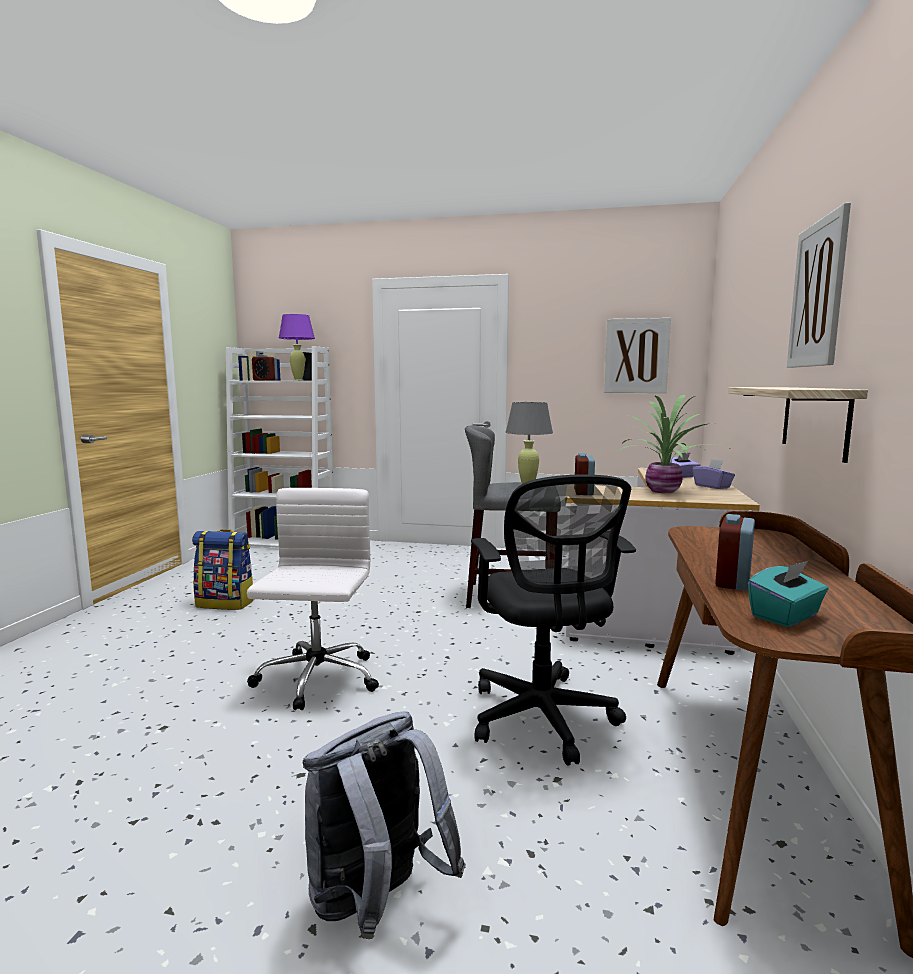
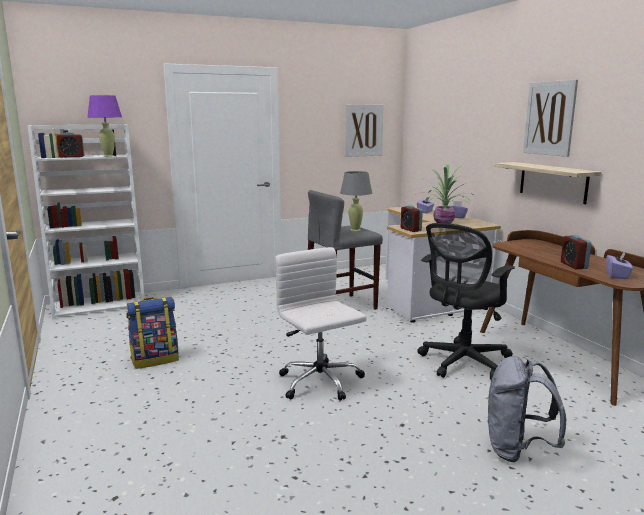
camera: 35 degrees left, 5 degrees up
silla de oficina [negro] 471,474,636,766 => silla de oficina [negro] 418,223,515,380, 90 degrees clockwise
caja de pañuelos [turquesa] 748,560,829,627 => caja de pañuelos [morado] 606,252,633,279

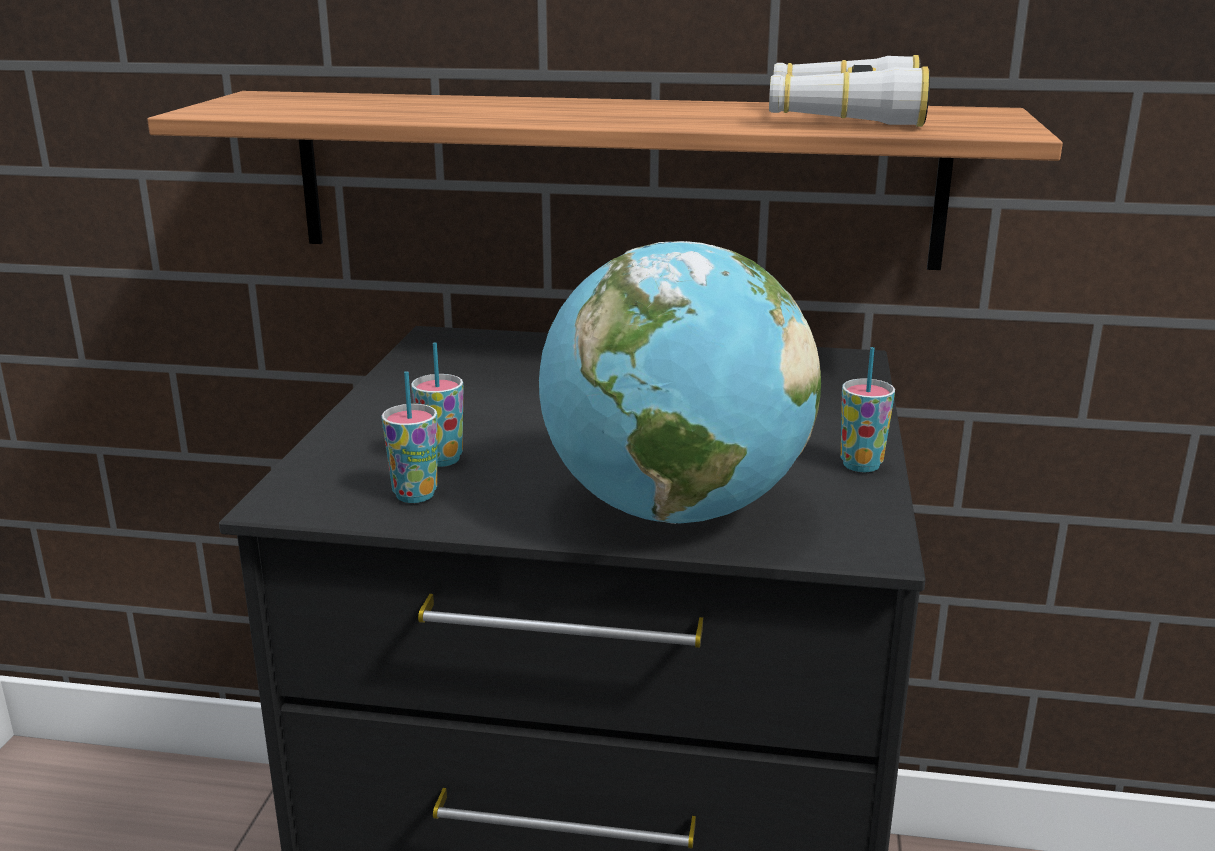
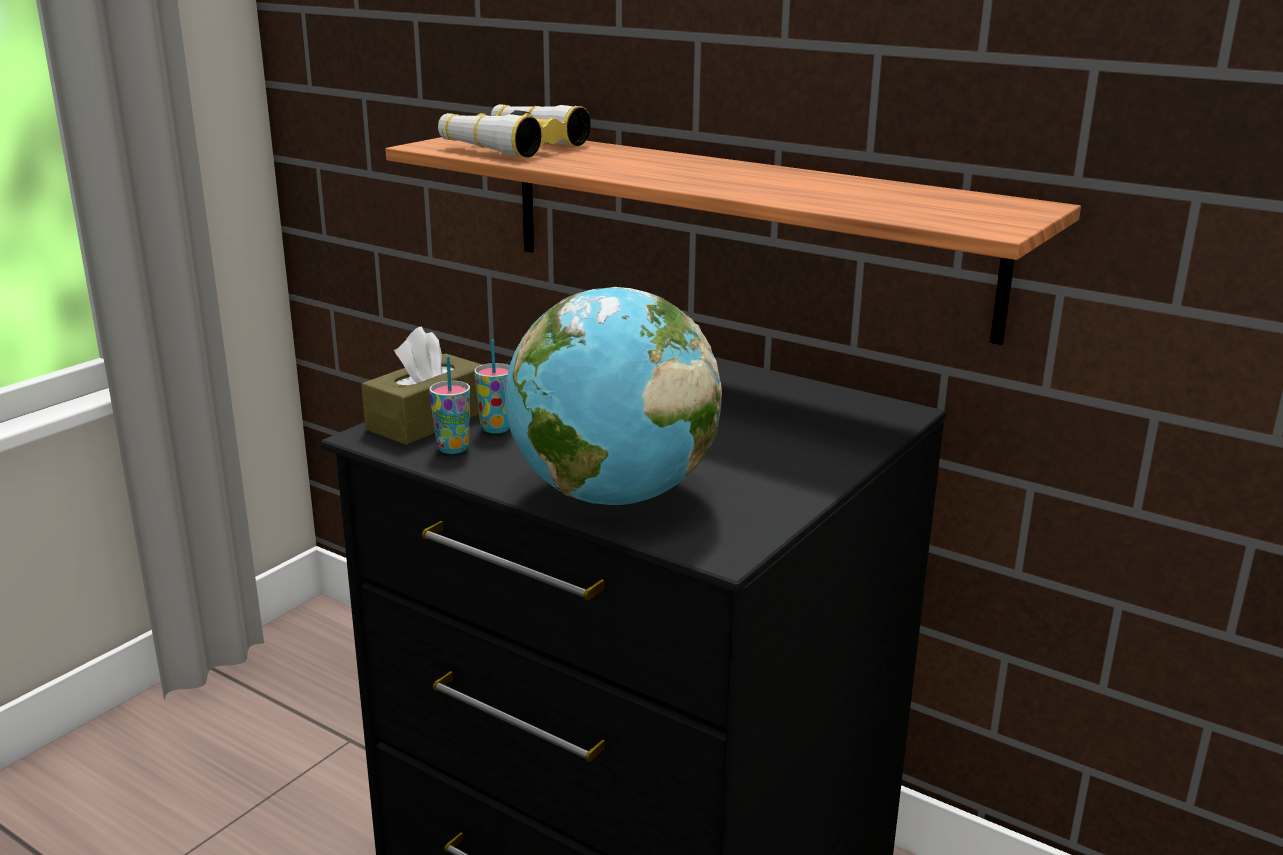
camera: 25 degrees right, 0 degrees up
prismáticos 769,55,930,127 => prismáticos 438,104,591,158, move
taza 841,347,895,472 => nothing
nothing => caja de pañuelos [marrón] 361,327,483,445

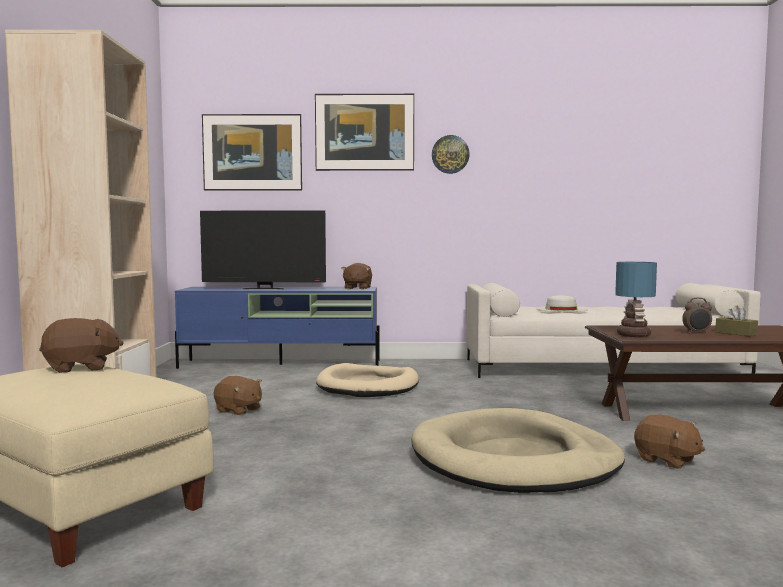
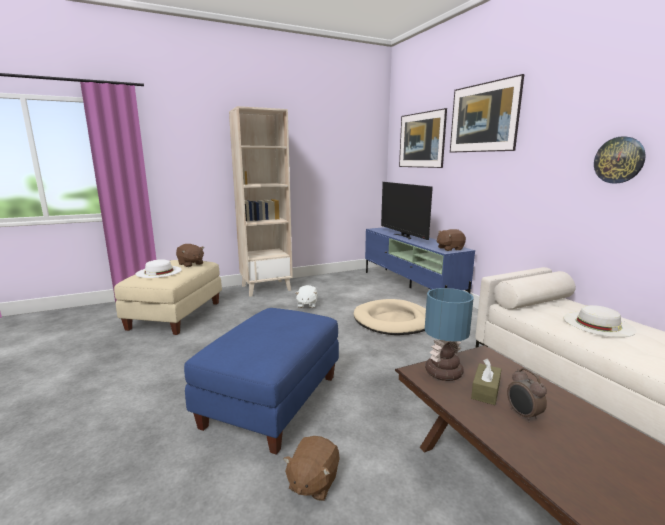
camera: 65 degrees right, 10 degrees up
peluche [marrón] 214,376,262,415 => peluche [blanco] 295,285,318,308
cama para perro [beis] 411,408,625,493 => puf [azul] 184,308,339,455
reloj de pared 432,135,470,174 => reloj de pared 594,136,646,184, move
caja de pañuelos [marrón] 715,306,758,337 => caja de pañuelos [marrón] 471,358,502,405, move
nothing => sombrero [blanco] 136,259,182,278

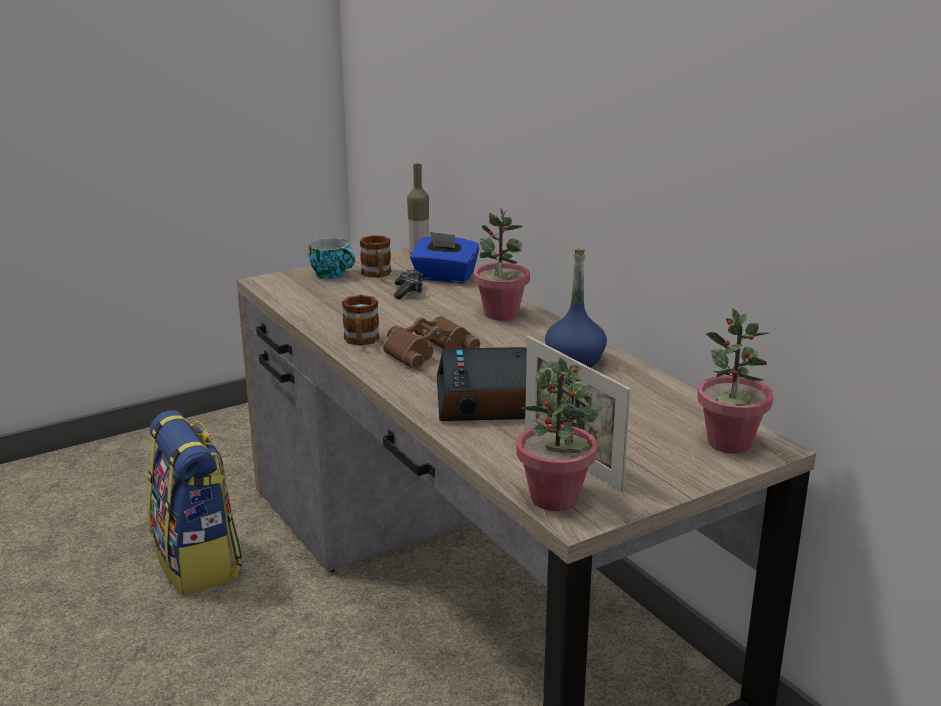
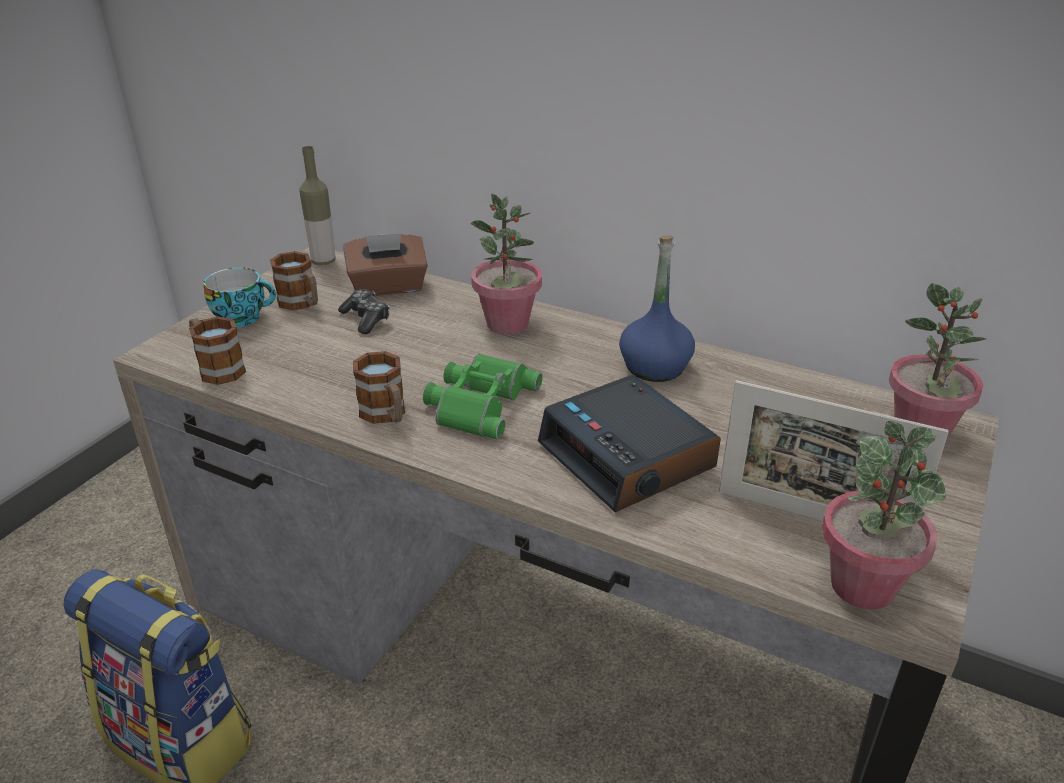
camera: 30 degrees left, 10 degrees up
prismáticos [marrón] 383,316,480,369 => prismáticos [verde] 423,353,543,440
caja de pañuelos [azul] 410,232,480,283 => caja de pañuelos [marrón] 343,234,428,296
nothing => taza grande 189,316,246,385

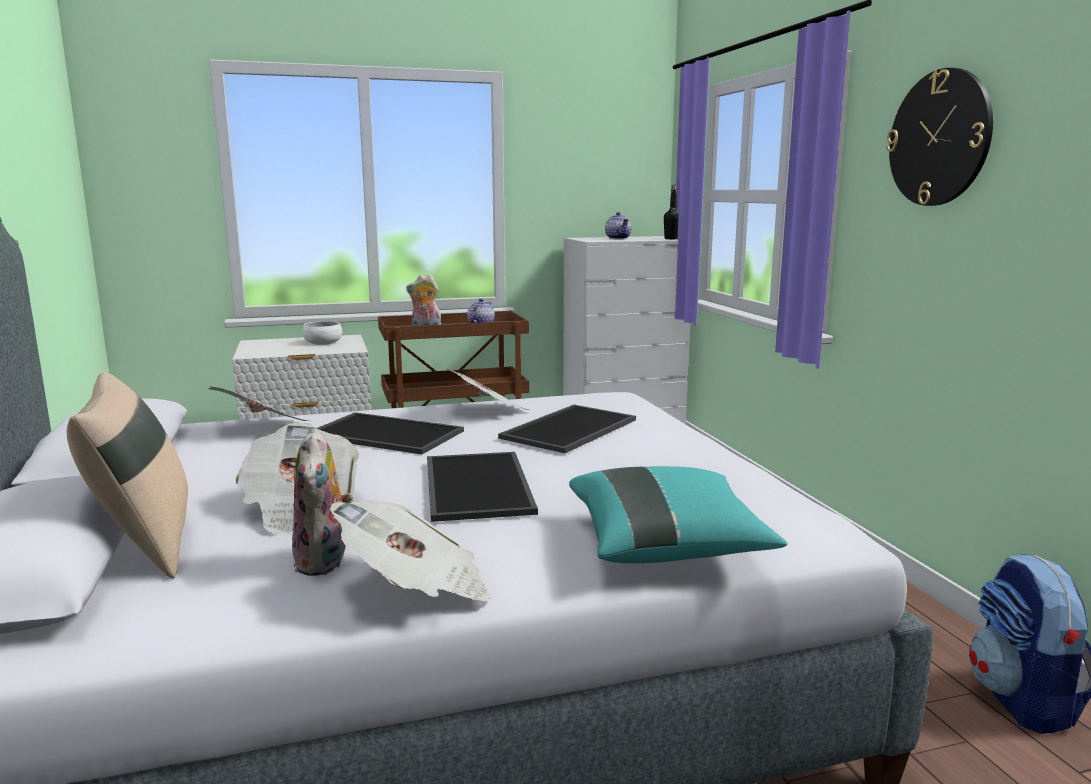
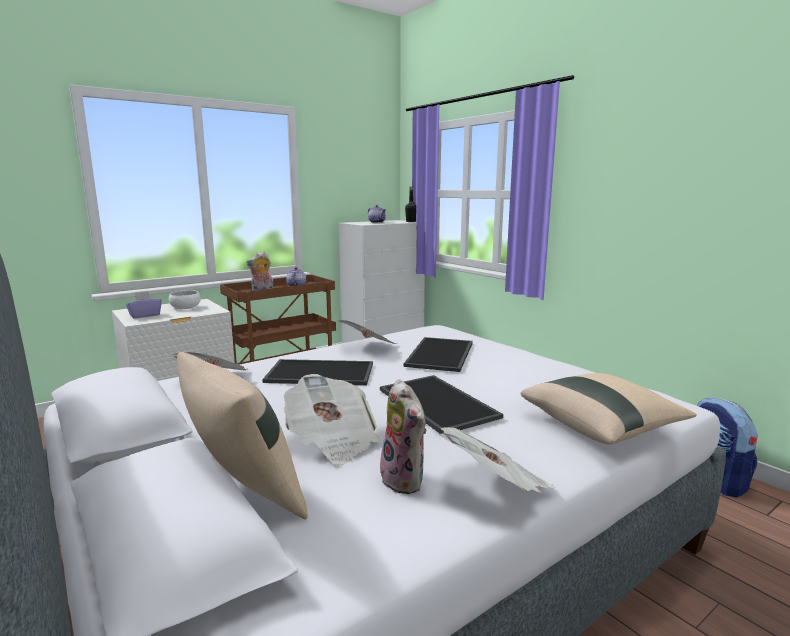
camera: 20 degrees left, 0 degrees up
cojín [turquesa] 569,466,788,563 => cojín [beis] 521,373,697,444
reloj de pared 886,68,993,206 => nothing
nothing => caja de pañuelos [morado] 125,291,162,318

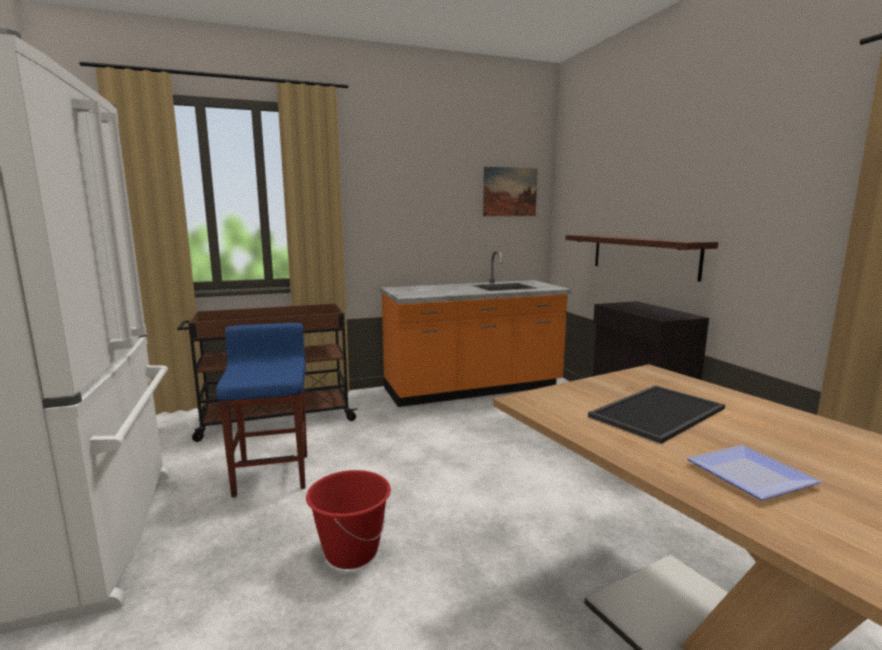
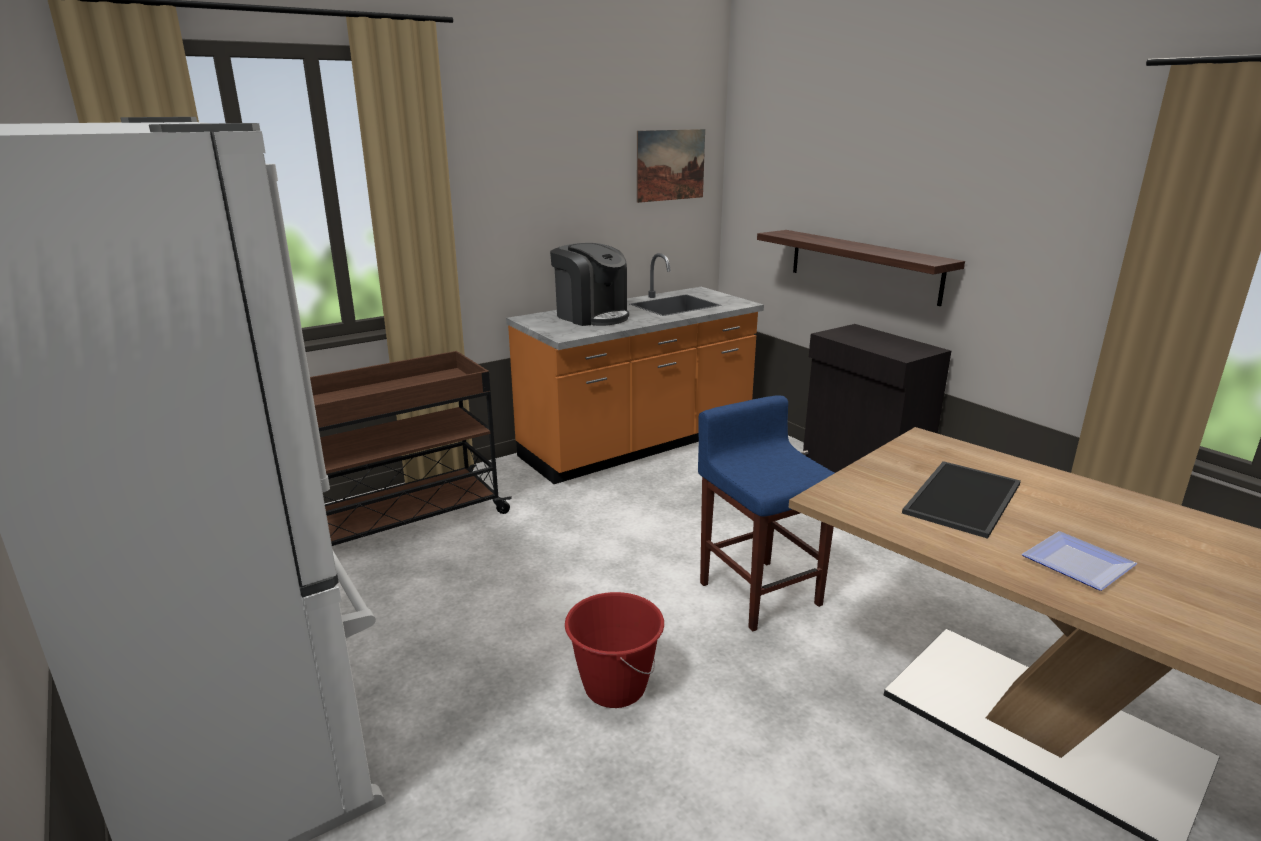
camera: 15 degrees left, 10 degrees up
taburete [azul] 216,323,307,498 => taburete [azul] 698,395,834,631, move
nothing => cafetera 550,243,629,326

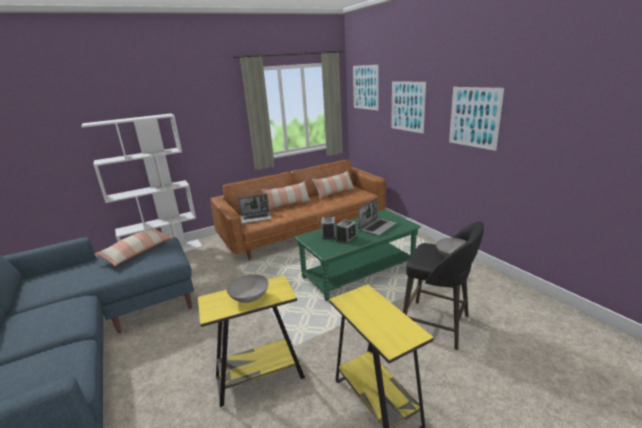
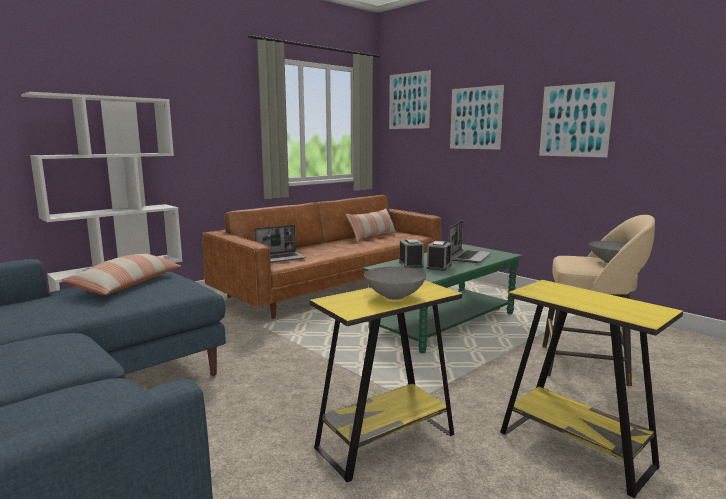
camera: 15 degrees left, 10 degrees down
cojín 261,181,311,210 => nothing
taburete [negro] 403,221,484,350 => taburete [beis] 542,215,655,387

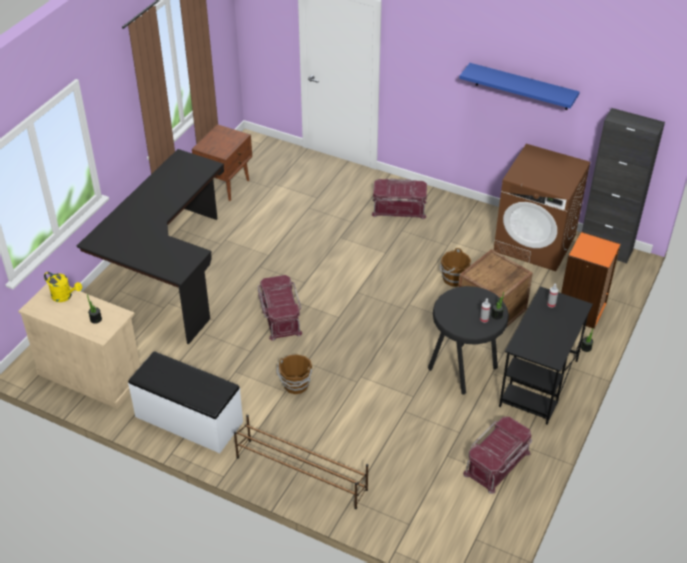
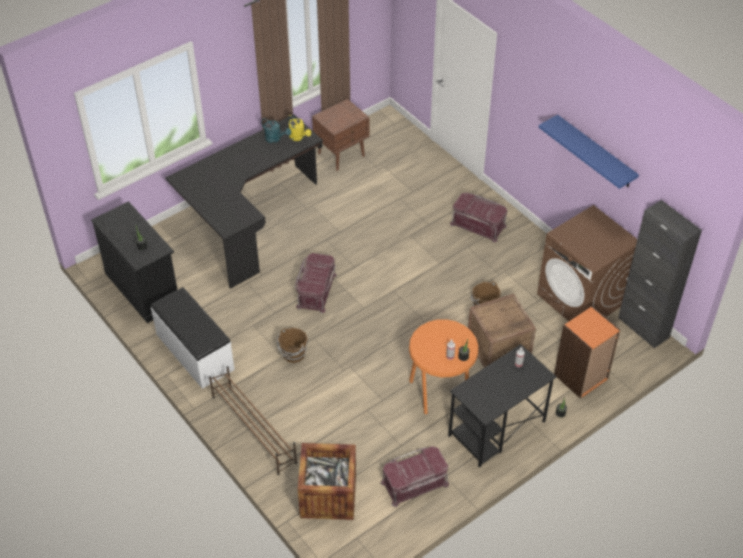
camera: 25 degrees right, 5 degrees up
armario [beis] 18,284,140,409 => armario [negro] 91,201,178,323
regadera [amarillo] 44,272,82,302 => regadera [amarillo] 288,115,311,141, move
taburete [negro] 428,286,509,395 => taburete [naranja] 409,319,479,414
nothing => regadera [turquesa] 261,118,291,143
nothing => caja de embalaje 298,443,356,520

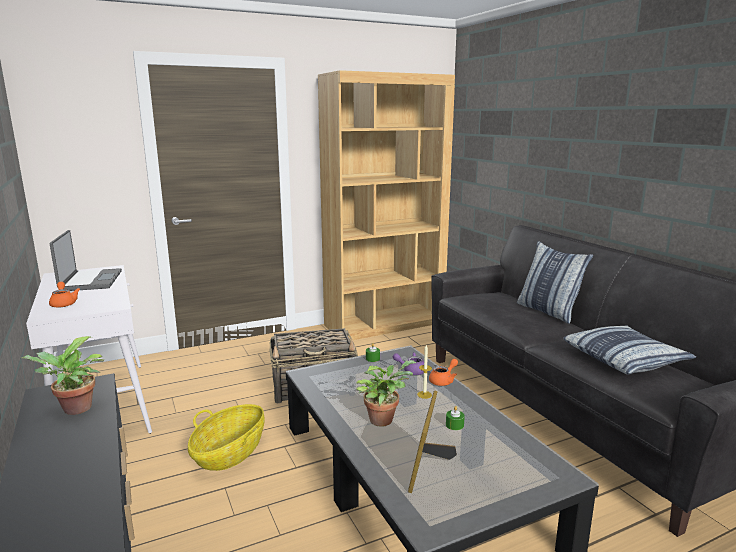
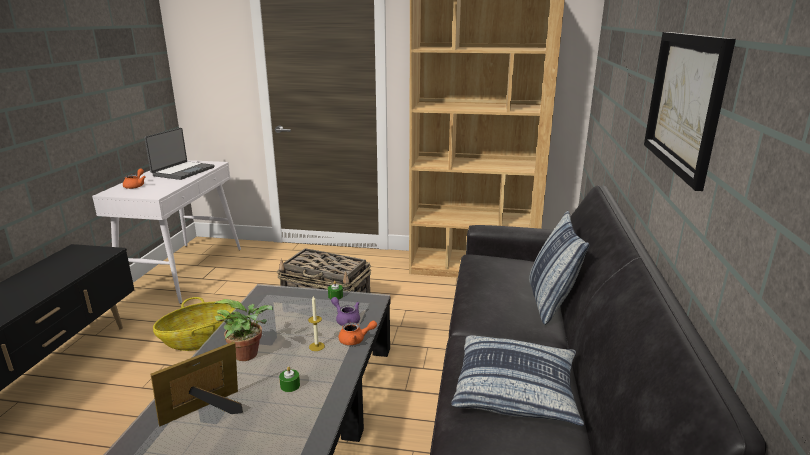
camera: 35 degrees right, 5 degrees up
planta en maceta 21,336,104,415 => nothing
nothing => cuadro 644,32,736,191

